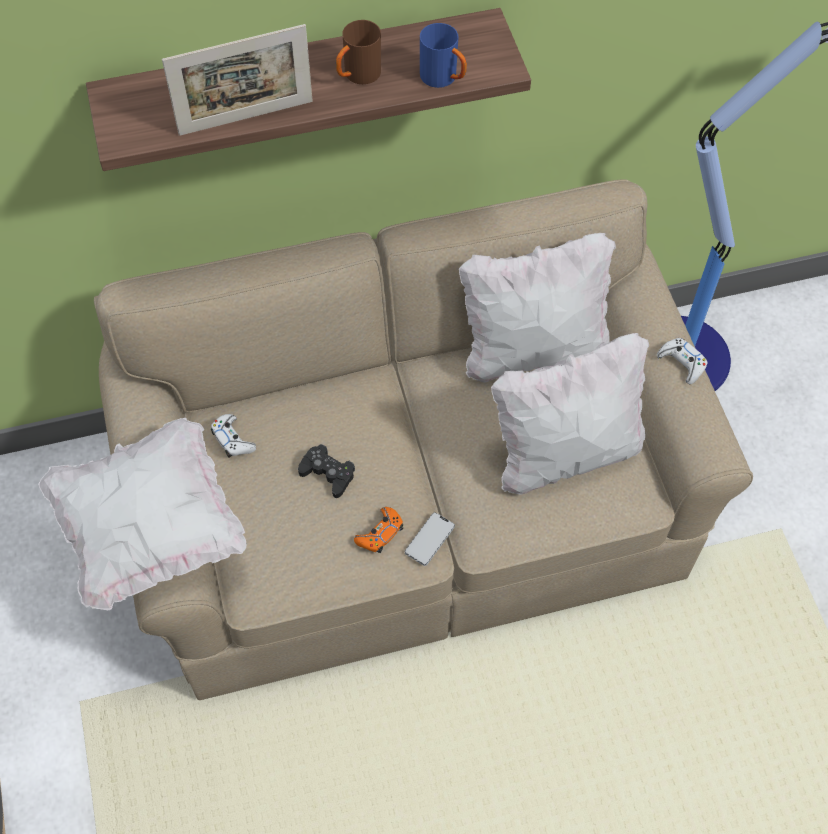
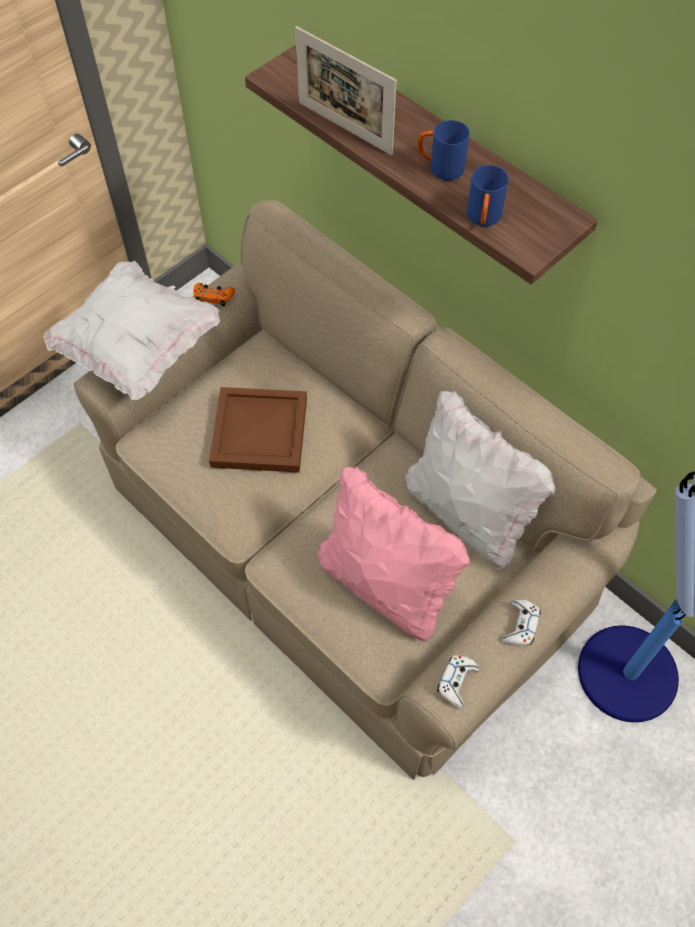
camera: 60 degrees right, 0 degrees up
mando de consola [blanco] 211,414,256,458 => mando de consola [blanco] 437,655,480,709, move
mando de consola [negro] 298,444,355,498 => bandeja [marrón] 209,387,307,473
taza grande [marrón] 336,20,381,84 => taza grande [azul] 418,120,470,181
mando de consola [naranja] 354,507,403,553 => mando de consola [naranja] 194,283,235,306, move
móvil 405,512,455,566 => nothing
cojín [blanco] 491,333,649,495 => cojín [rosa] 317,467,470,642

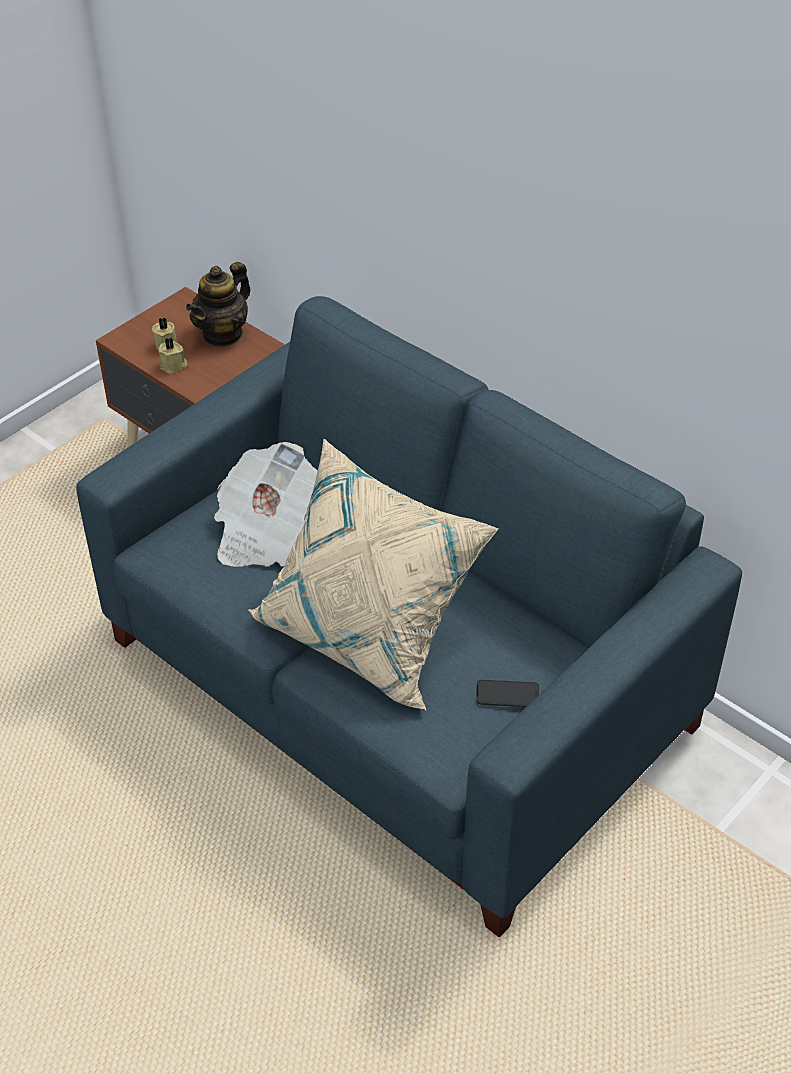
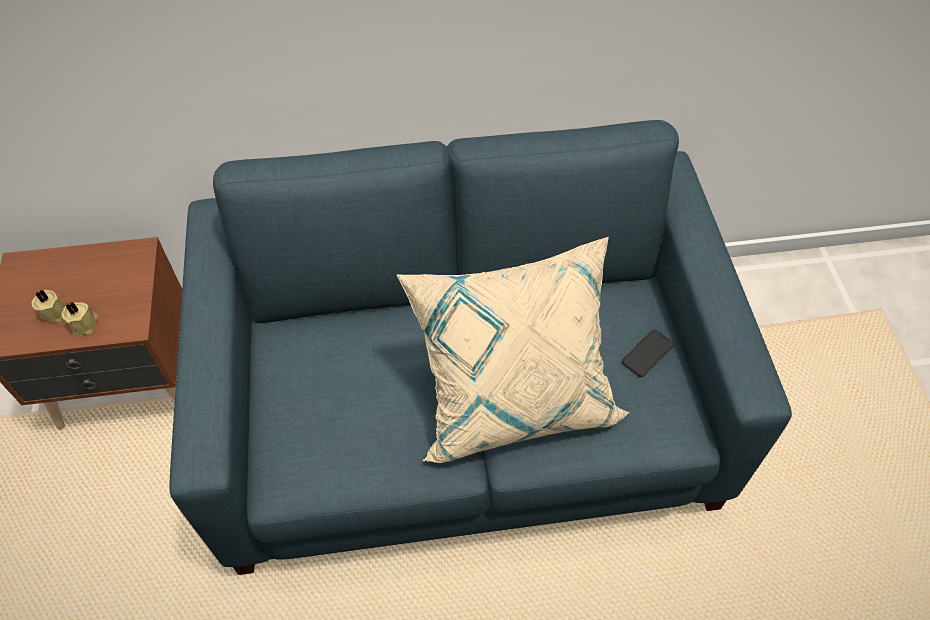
camera: 50 degrees left, 10 degrees up
tetera 186,262,251,347 => nothing
periódico 214,442,318,567 => nothing

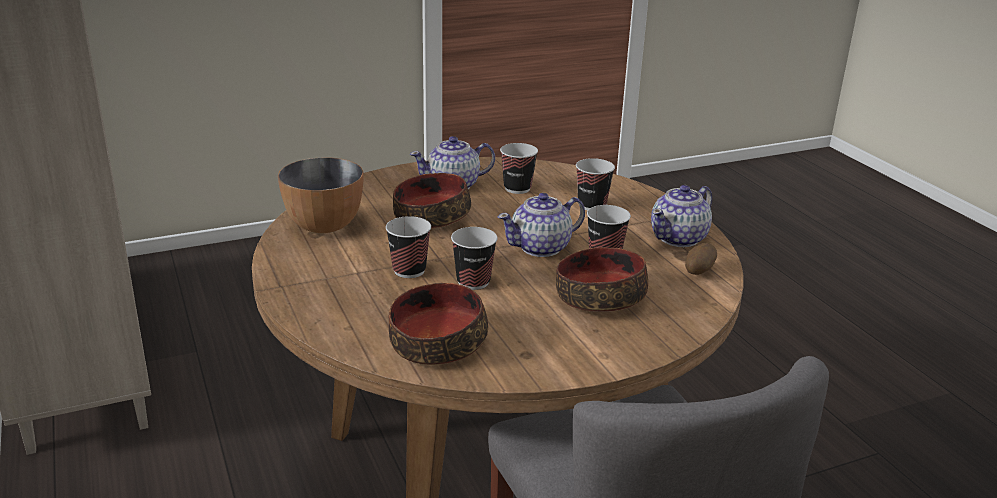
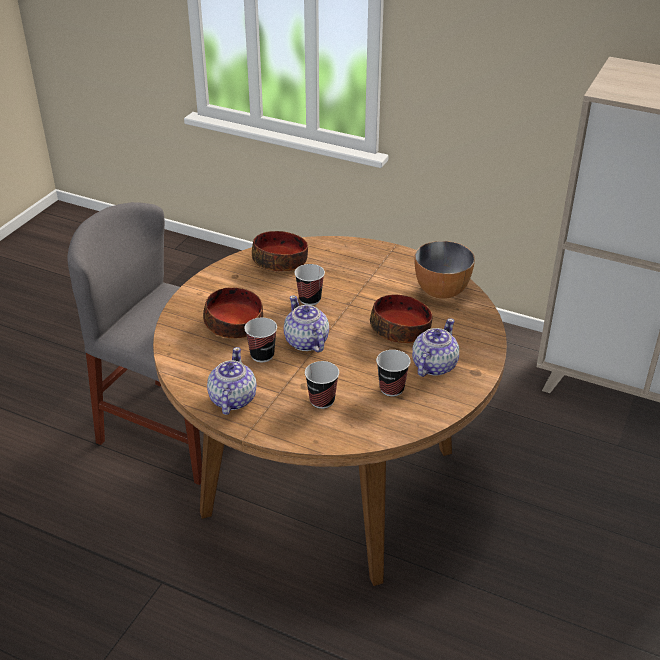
camera: 140 degrees right, 10 degrees up
taza 386,216,431,278 => nothing
tetera 498,193,585,257 => tetera 284,295,329,353, 45 degrees counterclockwise
patata 685,243,717,275 => nothing

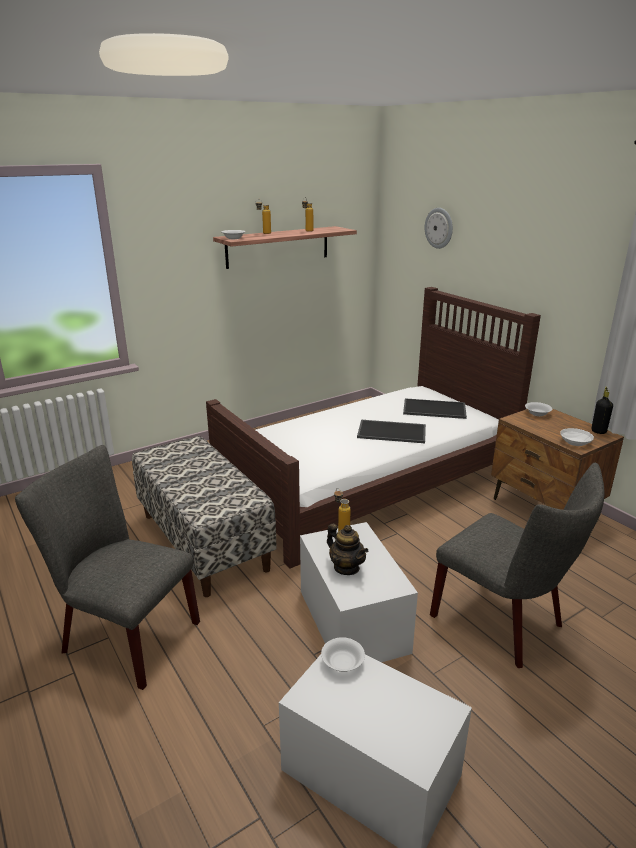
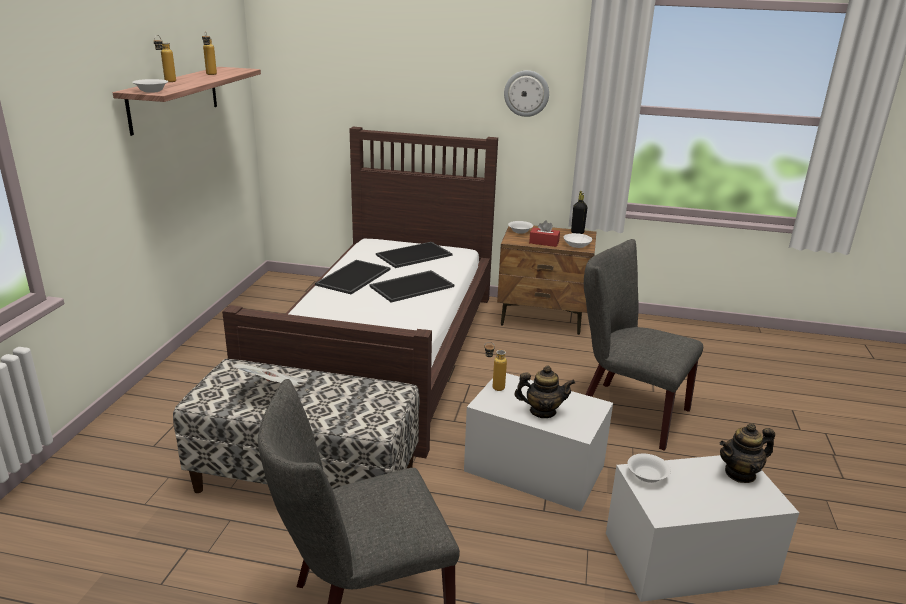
camera: 45 degrees left, 0 degrees up
reloj de pared 425,208,453,249 => reloj de pared 504,70,549,117, move
silla [gris] 430,463,604,668 => silla [gris] 584,239,703,451, 150 degrees counterclockwise
nothing => periódico 233,363,307,386
nothing => bandeja 315,260,391,294
nothing => caja de pañuelos [rojo] 529,221,560,247
nothing => tetera 720,423,775,483

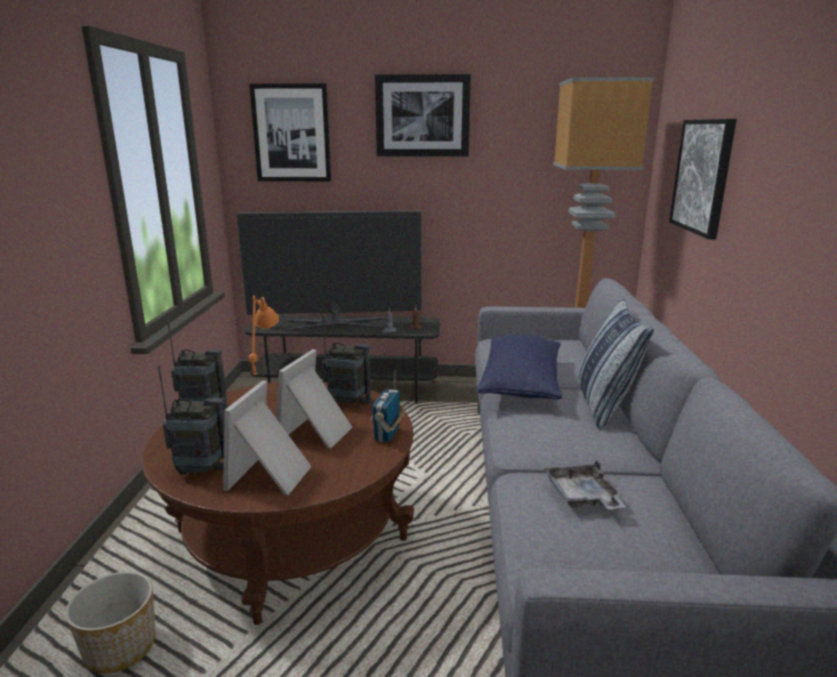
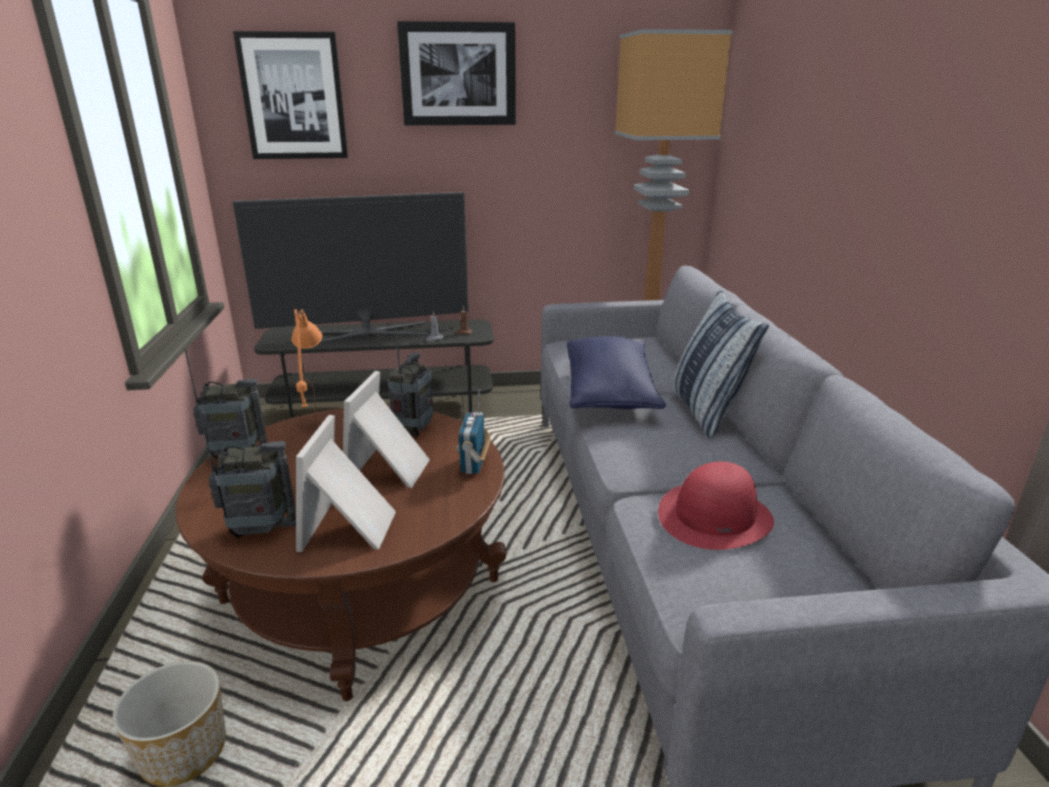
camera: 10 degrees left, 5 degrees up
radio 322,315,372,404 => radio 388,335,434,437, 75 degrees counterclockwise
bandeja [gris] 544,460,626,510 => sombrero [rojo] 658,462,774,550
cuadro 669,119,737,239 => nothing

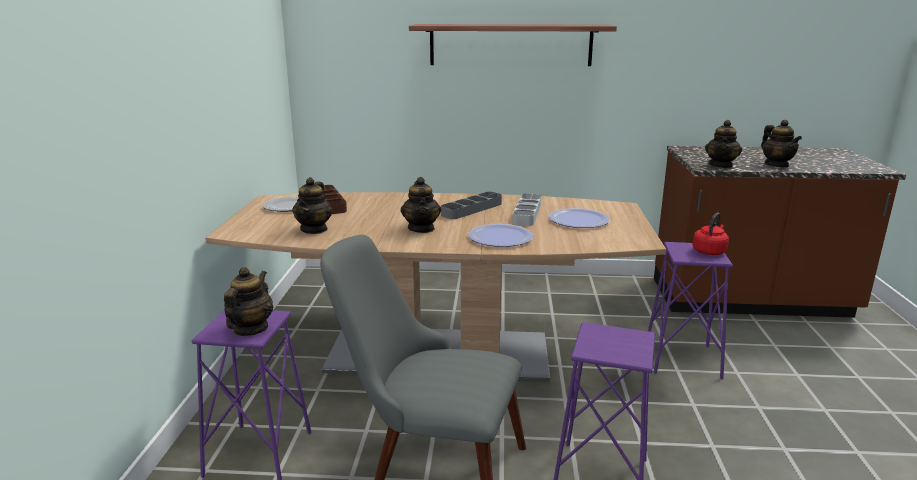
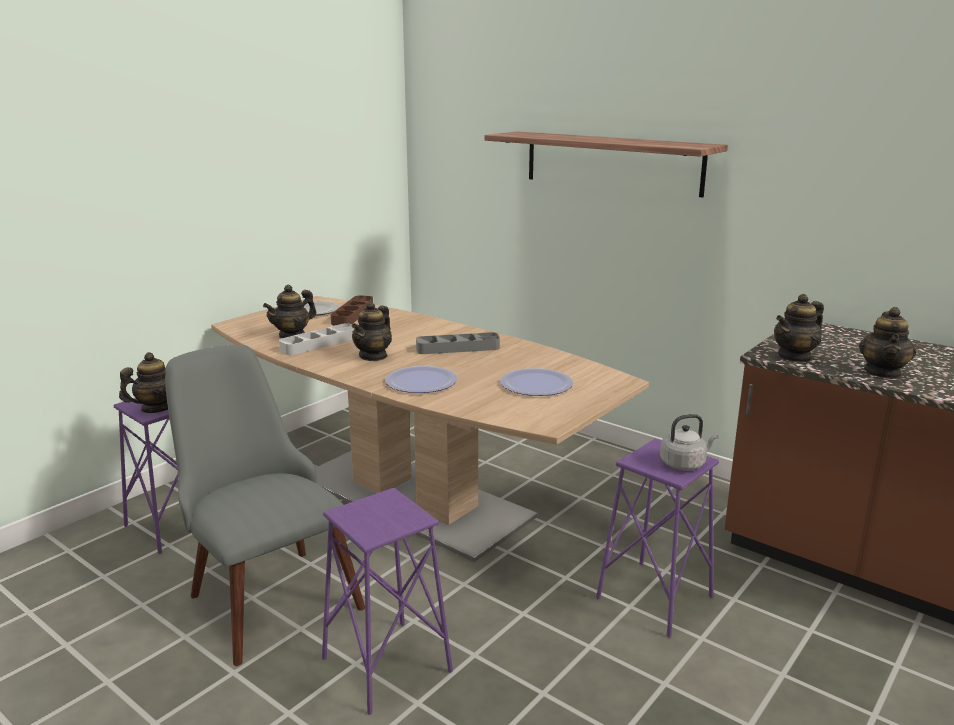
camera: 35 degrees right, 0 degrees up
bandeja [gris] 512,193,541,226 => bandeja [gris] 279,323,354,355, move
hervidor [rojo] 692,212,729,255 => hervidor [gris] 660,414,719,471

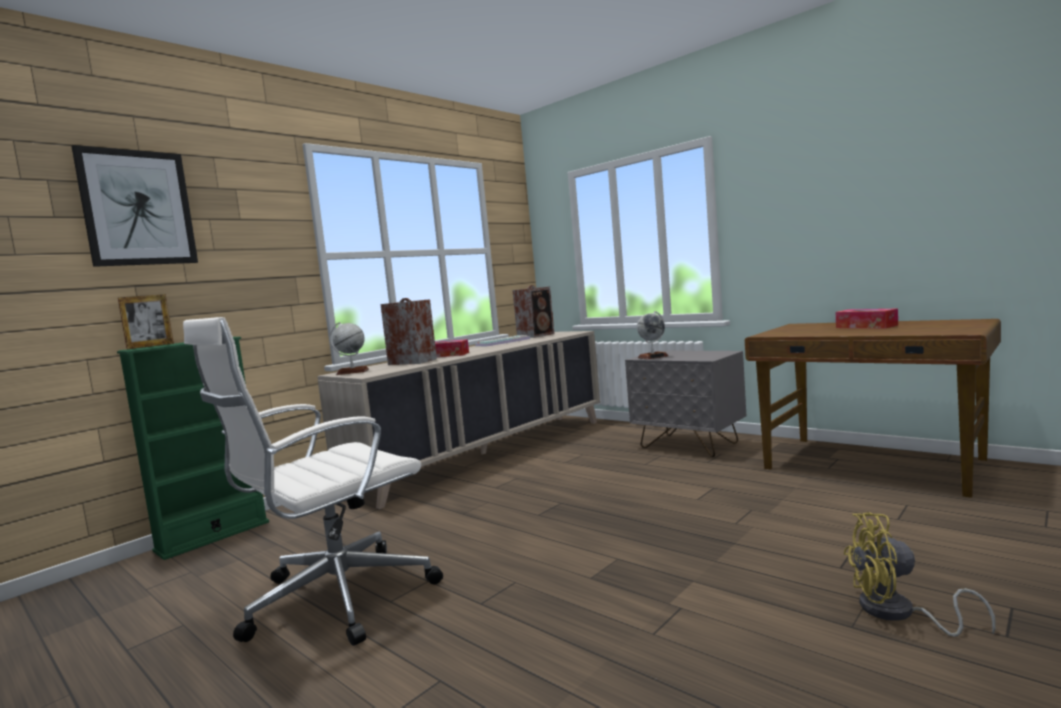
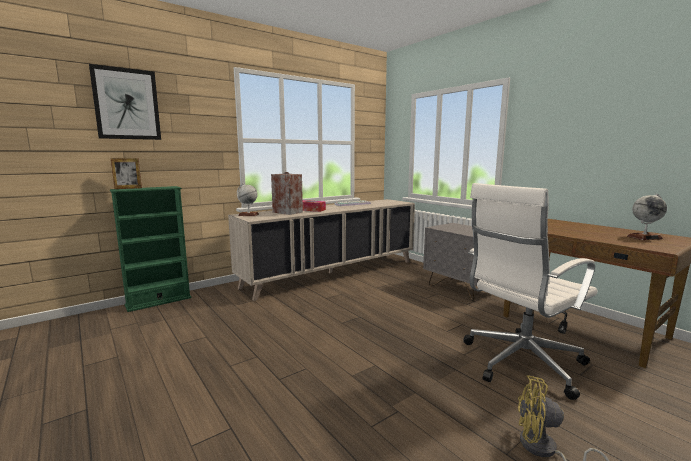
camera: 10 degrees right, 5 degrees up
silla de oficina [blanco] 183,317,443,646 => silla de oficina [blanco] 463,183,598,400, move
altavoz 512,285,554,338 => nothing
globo terráqueo 637,311,669,360 => globo terráqueo 627,194,667,240, move
caja de pañuelos 836,309,898,328 => nothing

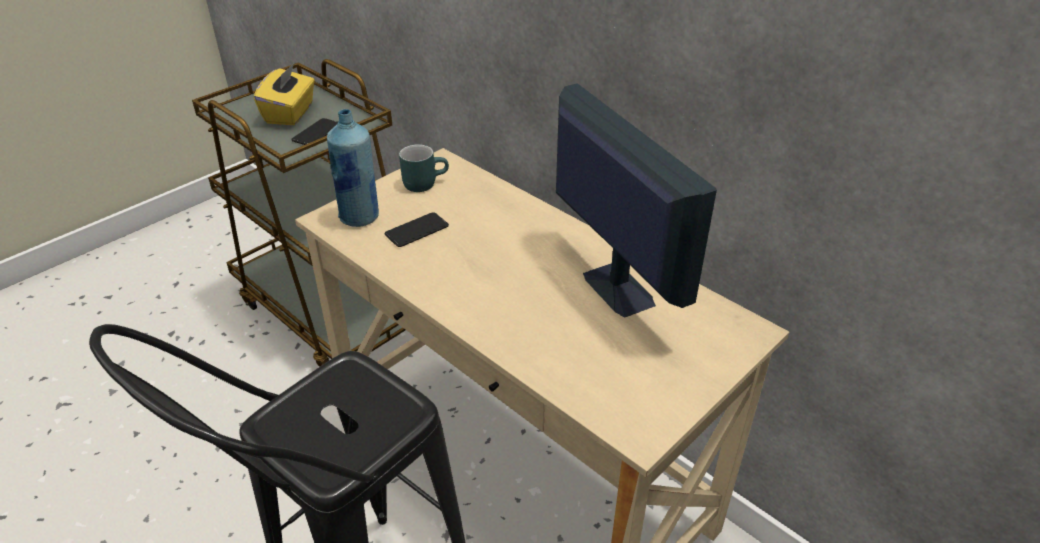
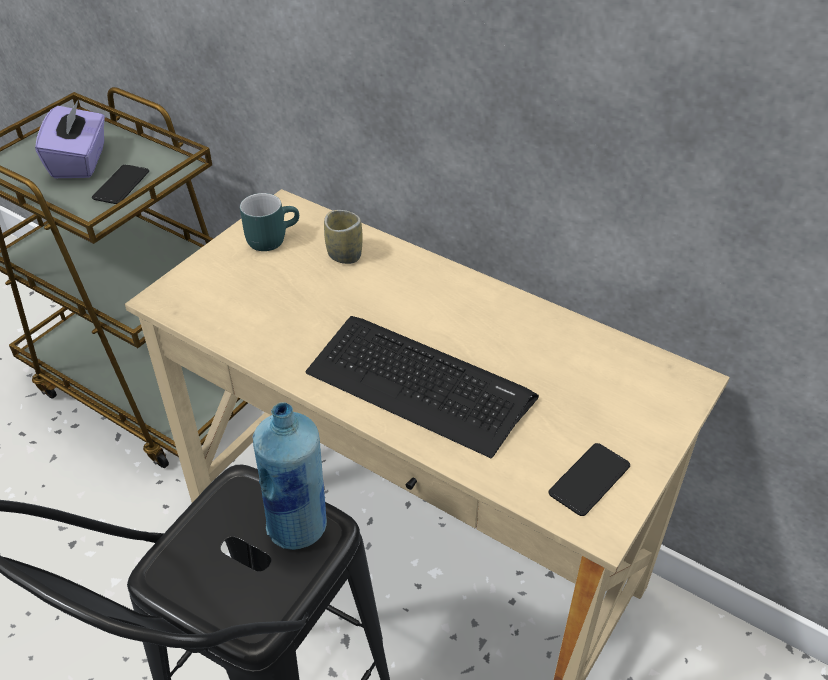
camera: 10 degrees left, 5 degrees up
caja de pañuelos [amarillo] 254,63,315,125 => caja de pañuelos [morado] 35,100,105,178
botella [azul] 327,109,379,227 => botella [azul] 252,402,327,550, move
móvil 385,212,449,247 => móvil 548,443,630,516, move
monitor 556,83,717,318 => nothing
nothing => teclado 306,316,539,458
nothing => taza 324,210,363,264

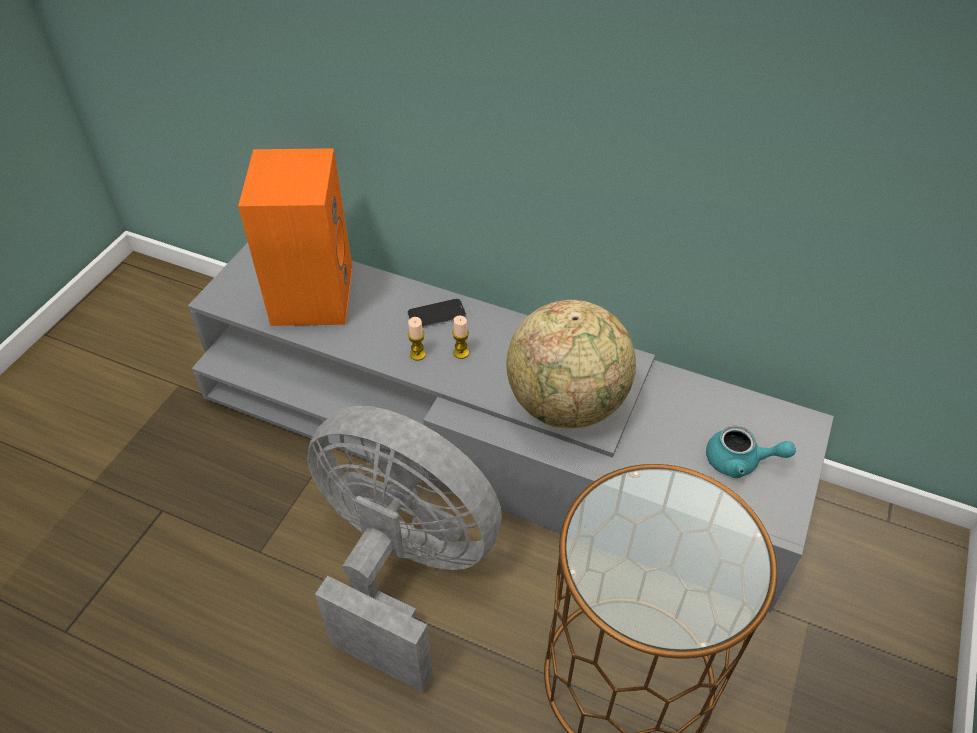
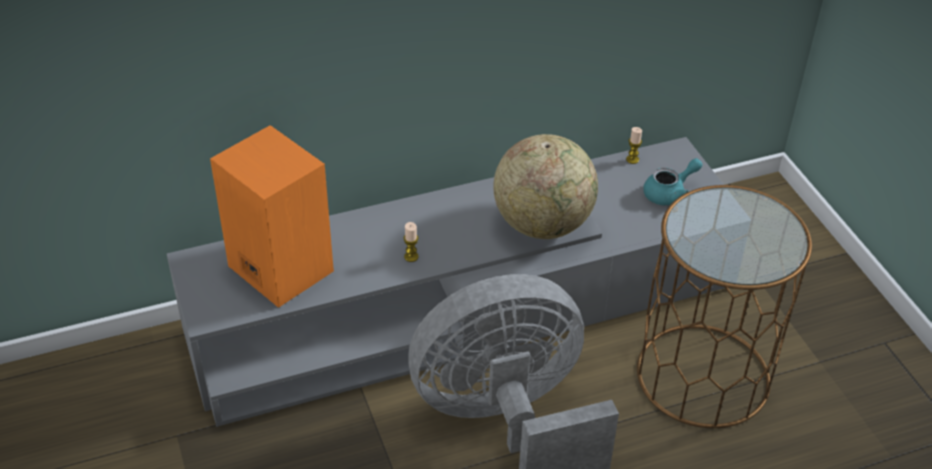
camera: 45 degrees left, 5 degrees down
móvil 408,299,466,328 => nothing
vela 452,316,469,359 => vela 626,127,642,164, move

